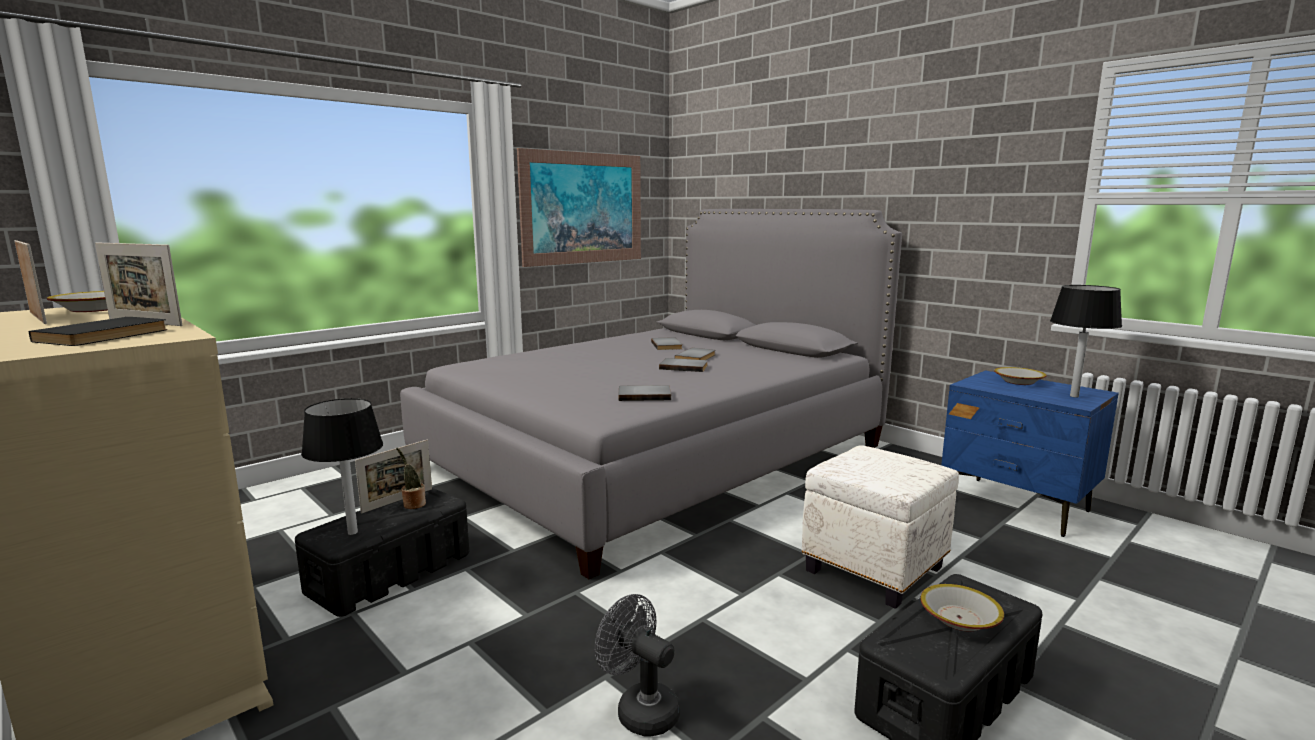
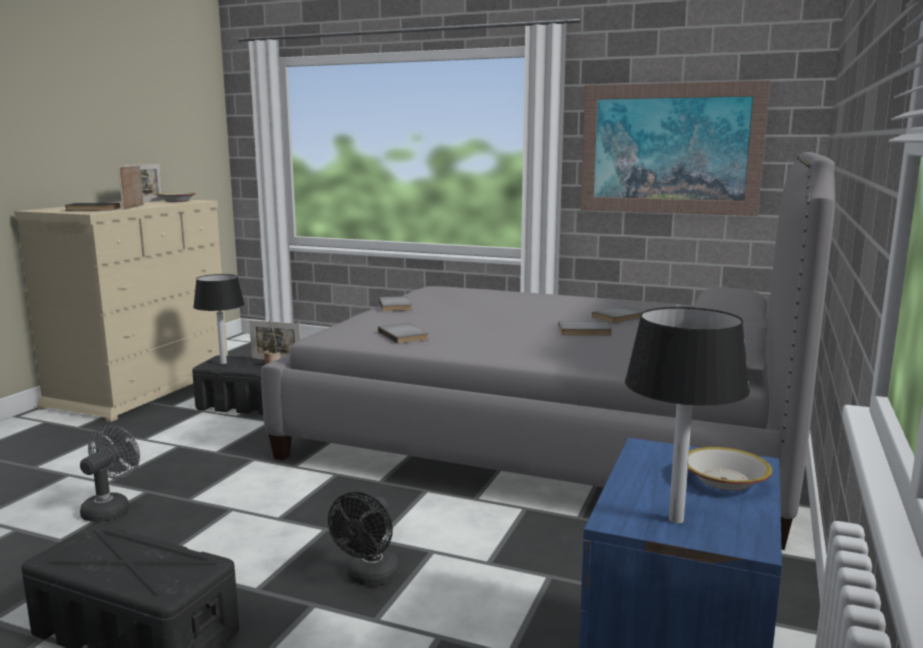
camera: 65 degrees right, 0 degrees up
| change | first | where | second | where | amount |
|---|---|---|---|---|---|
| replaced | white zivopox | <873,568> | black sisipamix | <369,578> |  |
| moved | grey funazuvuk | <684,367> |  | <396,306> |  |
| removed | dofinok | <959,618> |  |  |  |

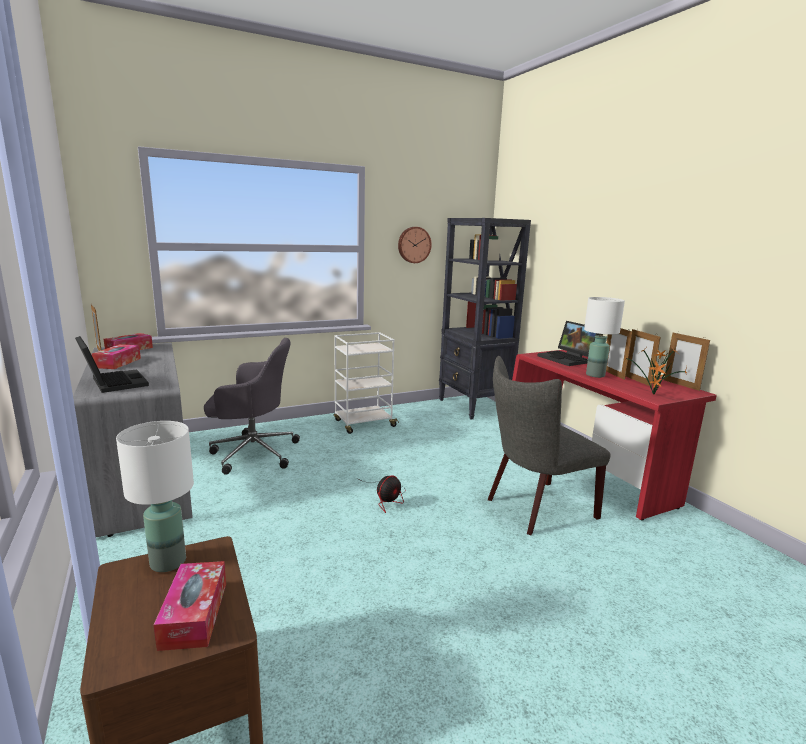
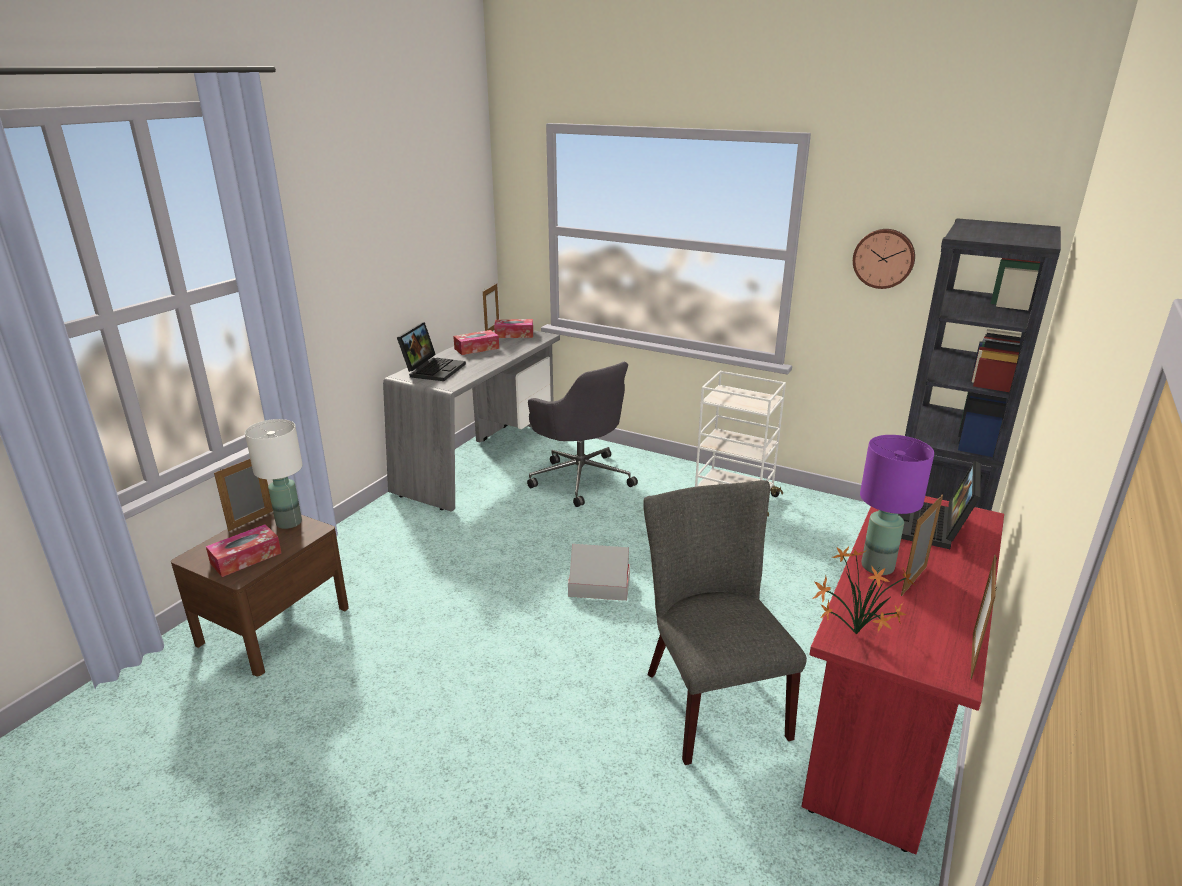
camera: 55 degrees right, 10 degrees up
| change | first | where | second | where | amount |
|---|---|---|---|---|---|
| moved | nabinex | <637,381> |  | <251,520> |  |
| replaced | sisipamix | <387,498> | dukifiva | <599,586> |  |
| turned | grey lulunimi | <535,509> |  | <709,698> | 45 degrees clockwise |
| recoloured | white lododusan | <594,375> | purple lododusan | <877,566> |  |

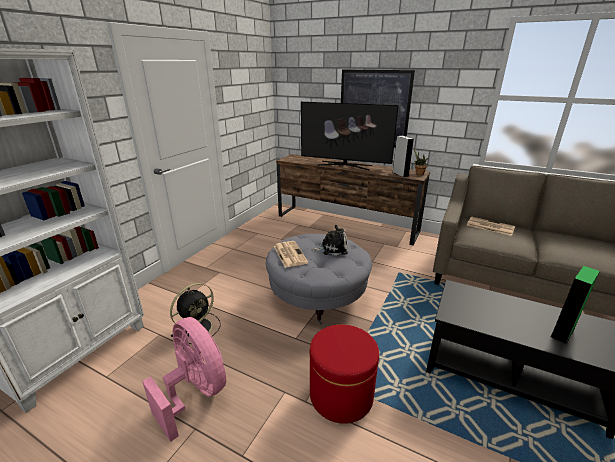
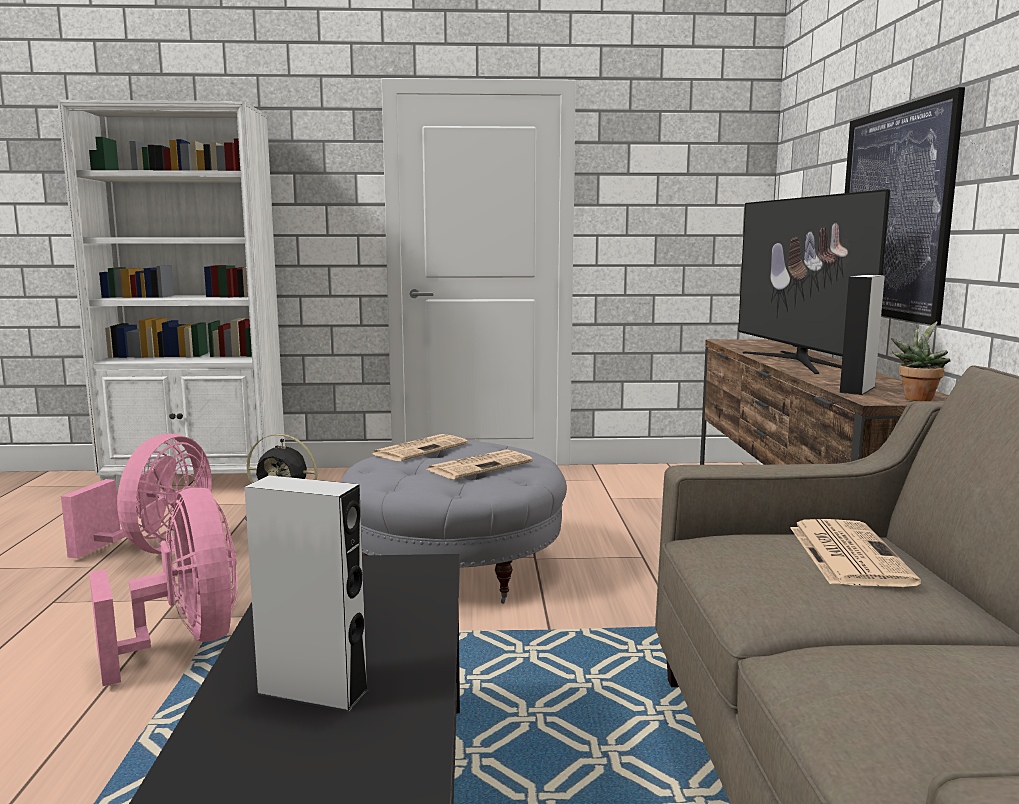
camera: 60 degrees right, 15 degrees down
| change | first | where | second | where | amount |
|---|---|---|---|---|---|
| replaced | red zivopox | <341,395> | pink sisipamix | <186,641> |  |
| recoloured | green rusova | <562,332> | grey rusova | <313,692> |  |
| replaced | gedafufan | <332,248> | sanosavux | <480,465> |  |

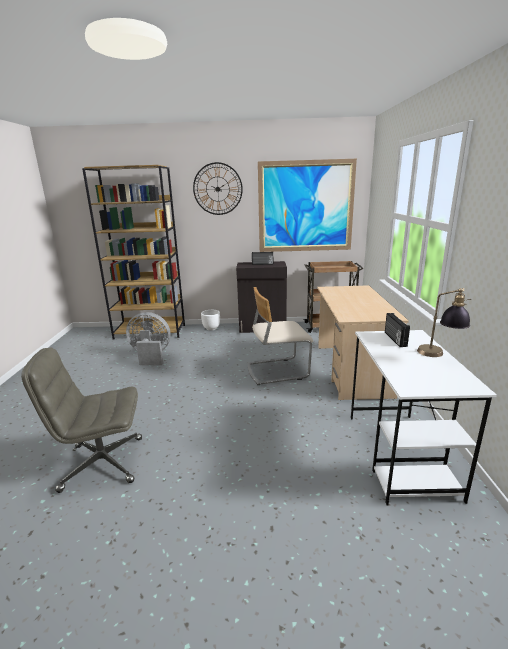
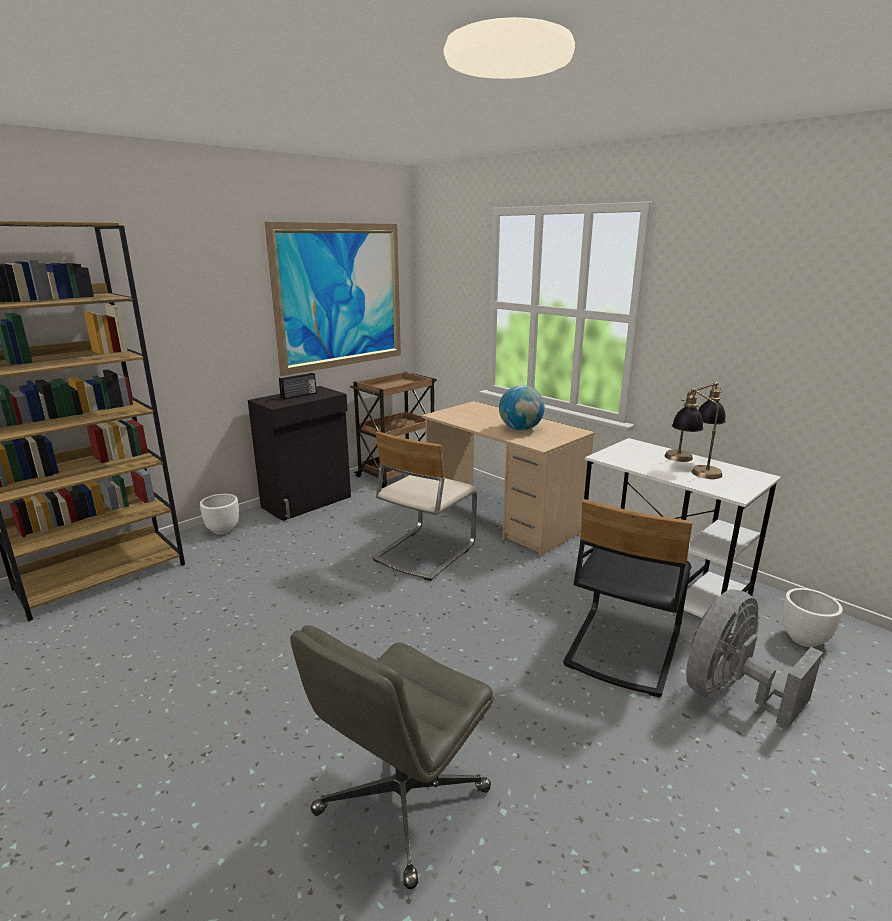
camera: 45 degrees left, 0 degrees up
| change | first | where | second | where | amount |
|---|---|---|---|---|---|
| added |  |  | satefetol | <520,429> |  |
| added |  |  | black lulunimi | <621,648> |  |
| added |  |  | lododusan | <693,470> |  |
| moved | grey sisipamix | <151,356> |  | <730,694> |  |
| added |  |  | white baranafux | <804,639> |  |
| removed | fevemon | <217,189> |  |  |  |
| removed | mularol | <394,339> |  |  |  |

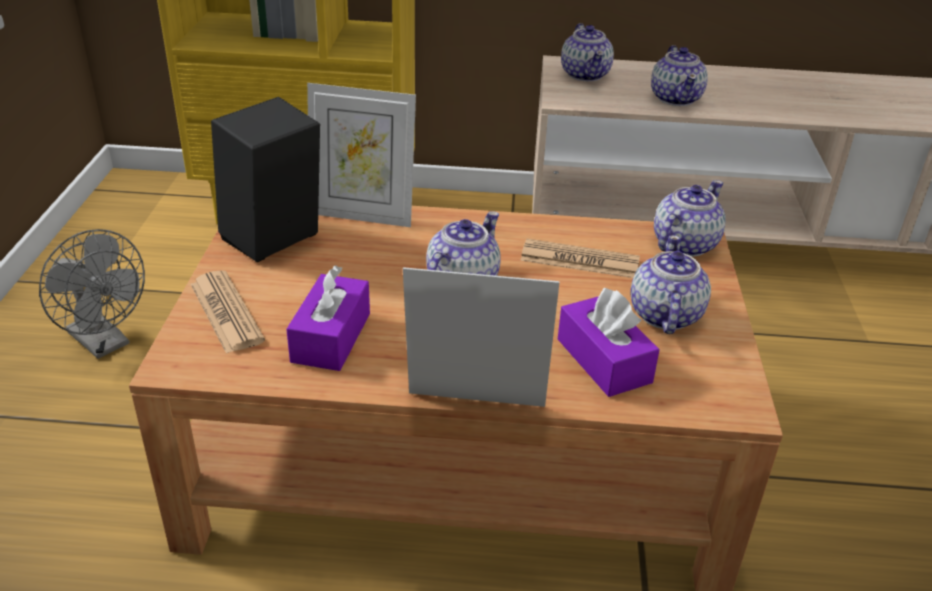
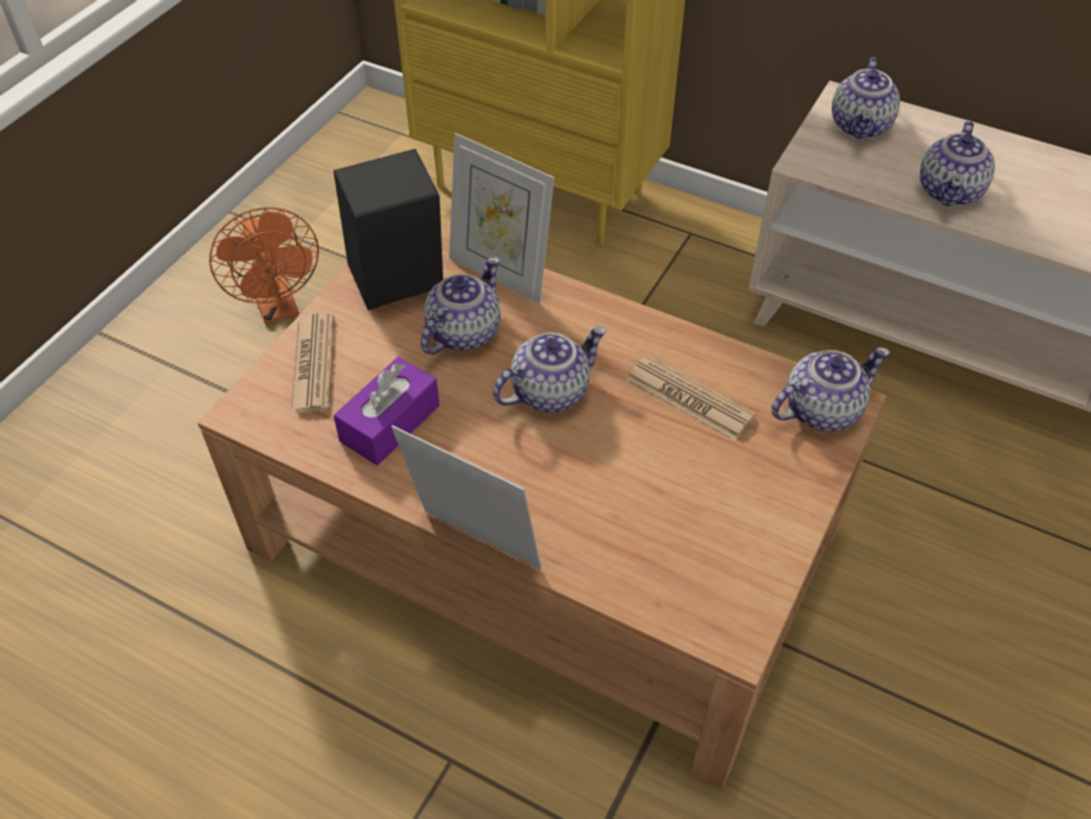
camera: 25 degrees right, 15 degrees up
| change | first | where | second | where | amount |
|---|---|---|---|---|---|
| recoloured | grey sisipamix | <105,343> | orange sisipamix | <278,308> |  |
| moved | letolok | <664,315> |  | <462,332> |  |
| removed | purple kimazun | <603,360> |  |  |  |

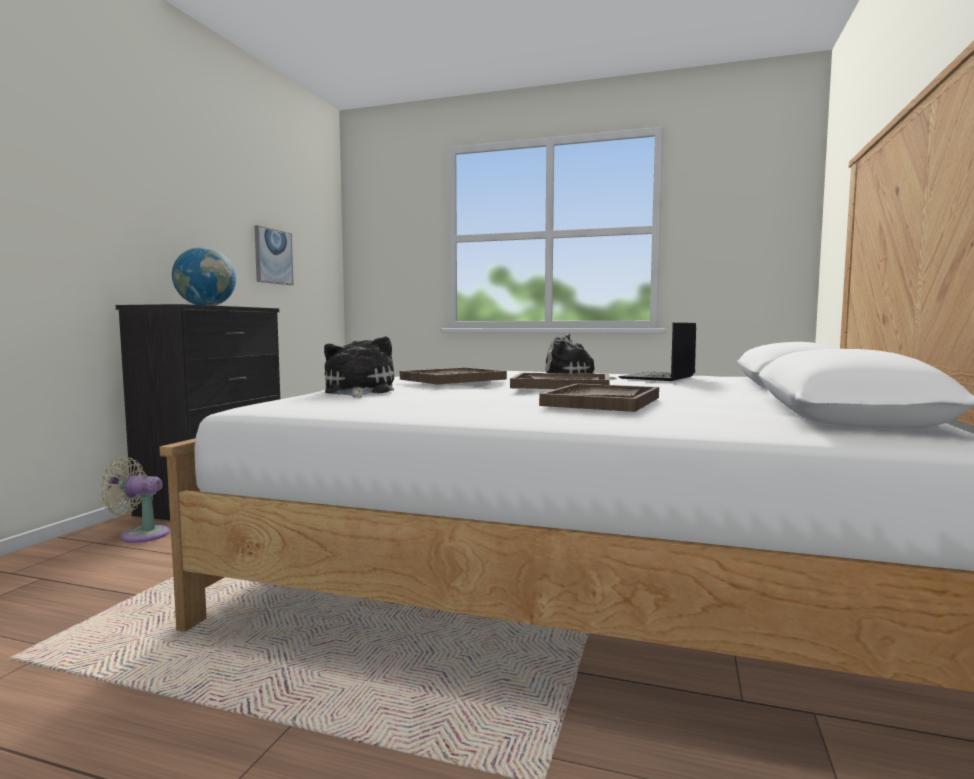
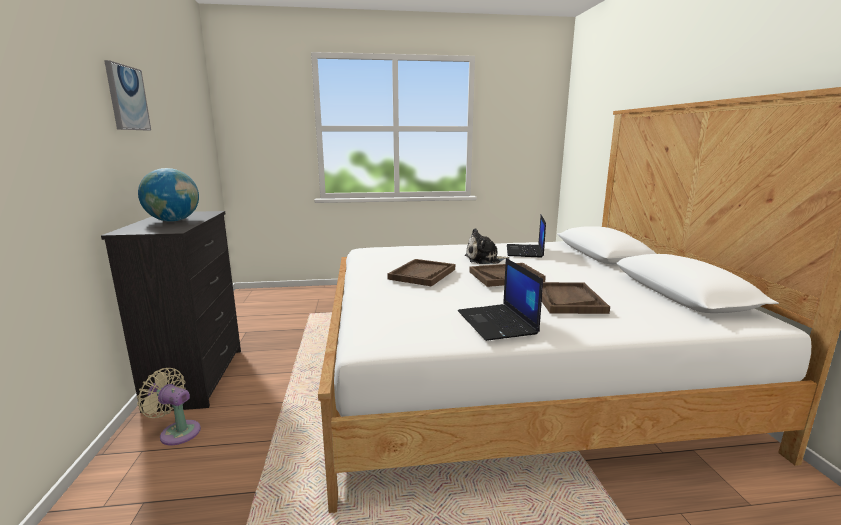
camera: 25 degrees left, 10 degrees up
| change | first | where | second | where | amount |
|---|---|---|---|---|---|
| moved | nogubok | <273,256> |  | <127,98> |  |
| turned | beige sisipamix | <140,535> |  | <177,432> | 45 degrees clockwise |
| added |  |  | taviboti | <498,323> |  |
| removed | gedafufan | <358,391> |  |  |  |

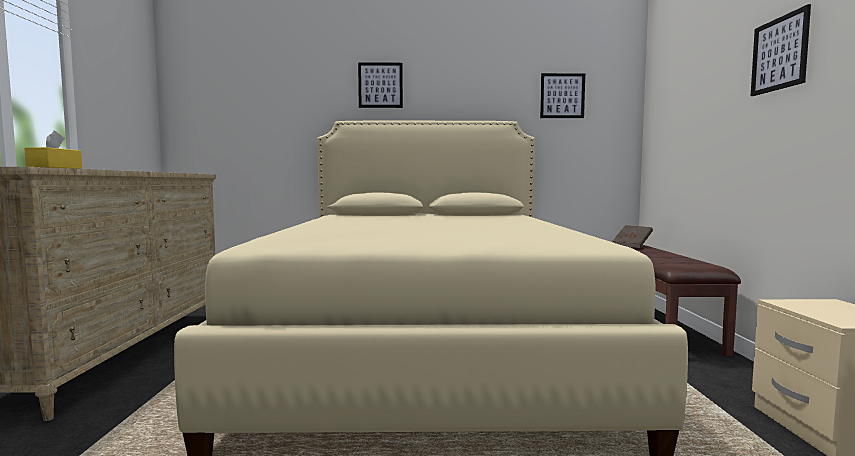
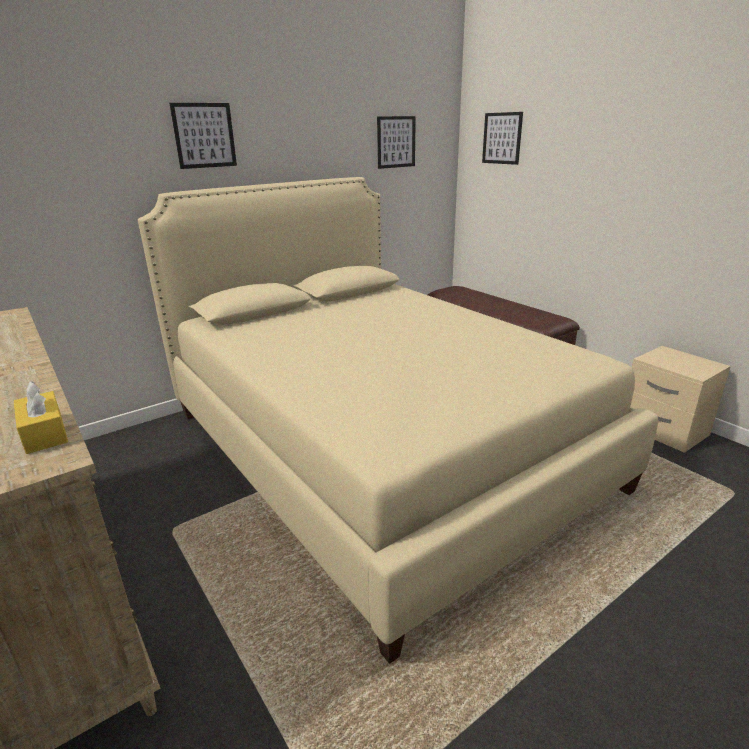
camera: 35 degrees left, 20 degrees up
| change | first | where | second | where | amount |
|---|---|---|---|---|---|
| moved | nogubok | <779,54> |  | <502,138> |  |
| removed | brown funazuvuk | <632,245> |  |  |  |

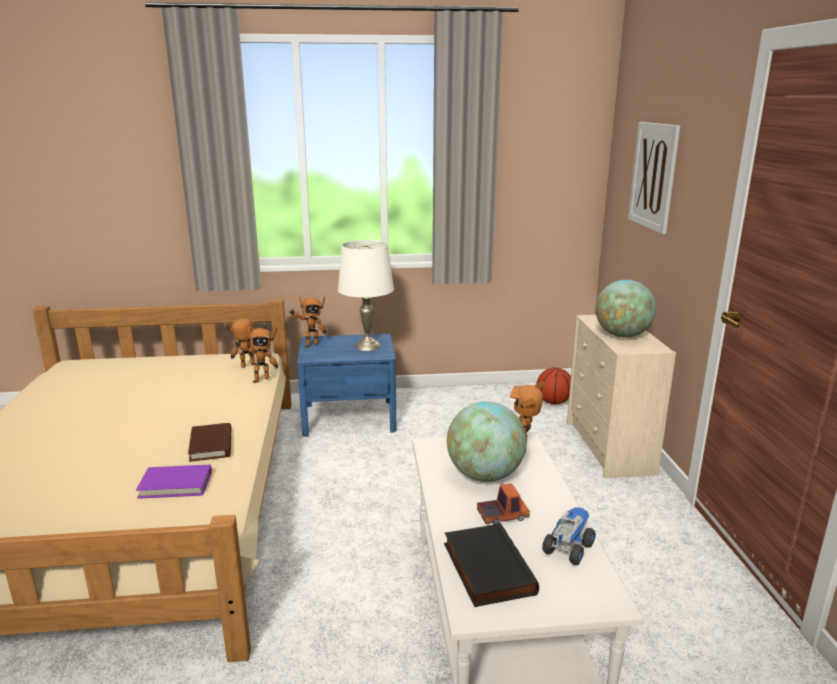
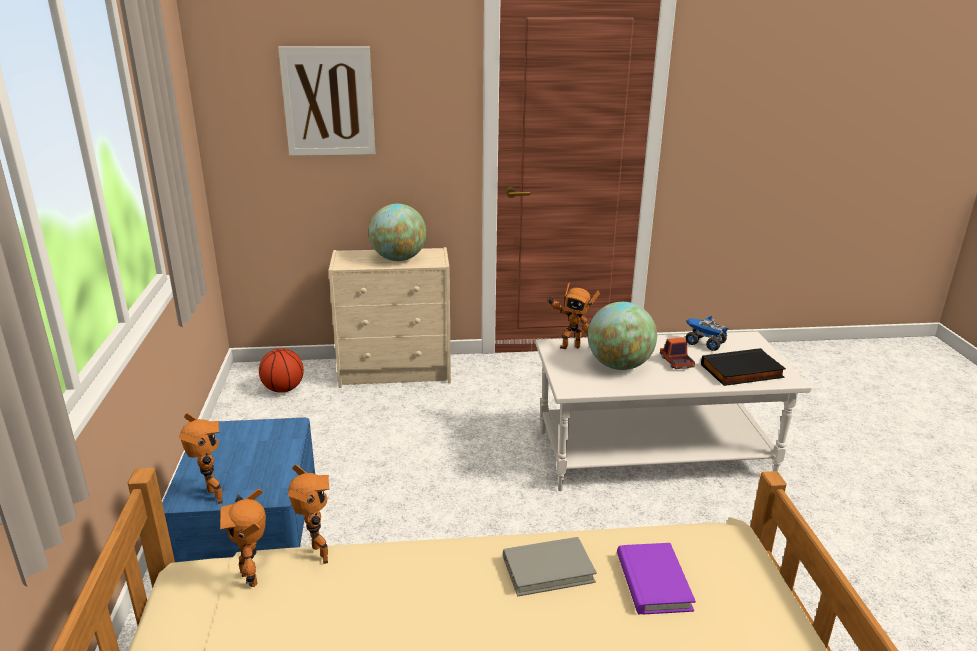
camera: 90 degrees left, 5 degrees up
| change | first | where | second | where | amount |
|---|---|---|---|---|---|
| recoloured | brown funazuvuk | <211,445> | grey funazuvuk | <548,569> |  |
| removed | white lododusan | <368,346> |  |  |  |

